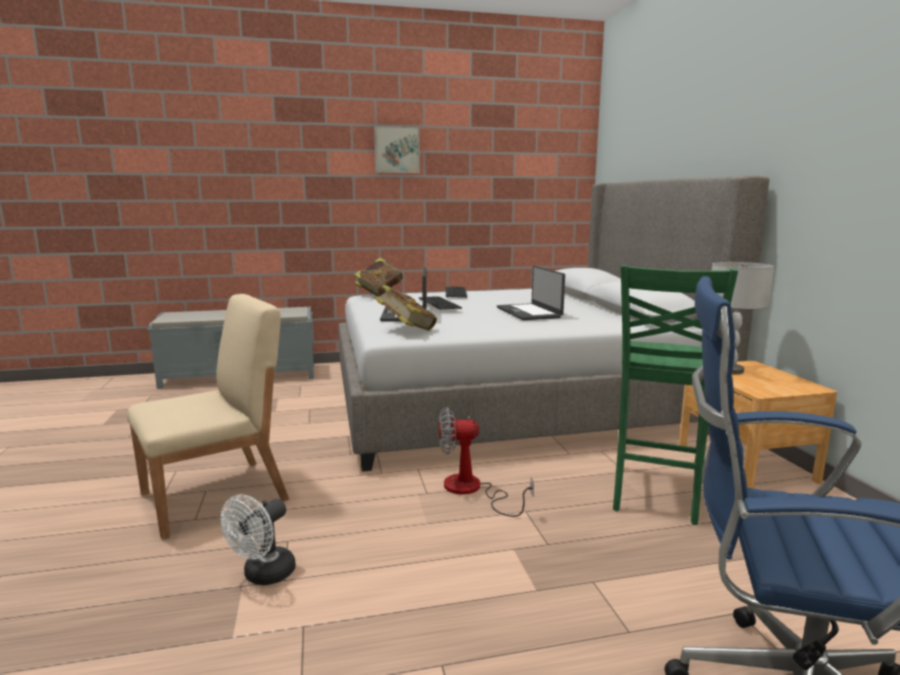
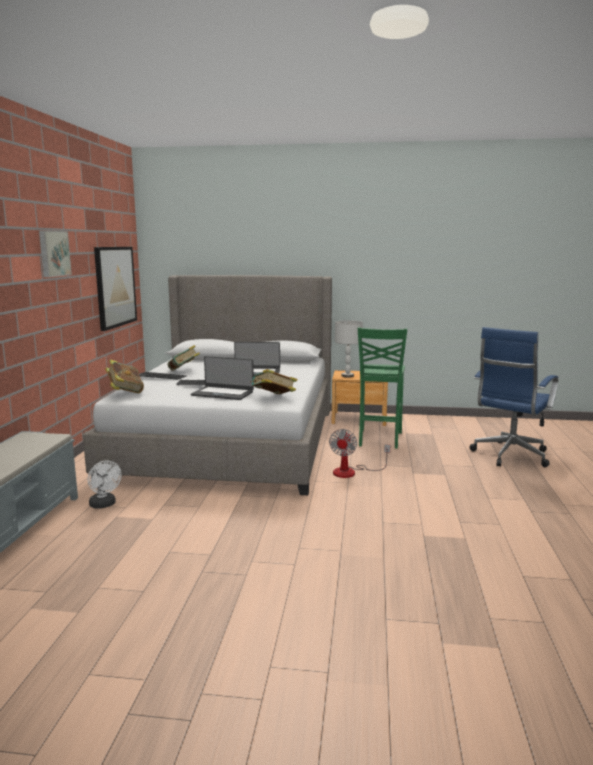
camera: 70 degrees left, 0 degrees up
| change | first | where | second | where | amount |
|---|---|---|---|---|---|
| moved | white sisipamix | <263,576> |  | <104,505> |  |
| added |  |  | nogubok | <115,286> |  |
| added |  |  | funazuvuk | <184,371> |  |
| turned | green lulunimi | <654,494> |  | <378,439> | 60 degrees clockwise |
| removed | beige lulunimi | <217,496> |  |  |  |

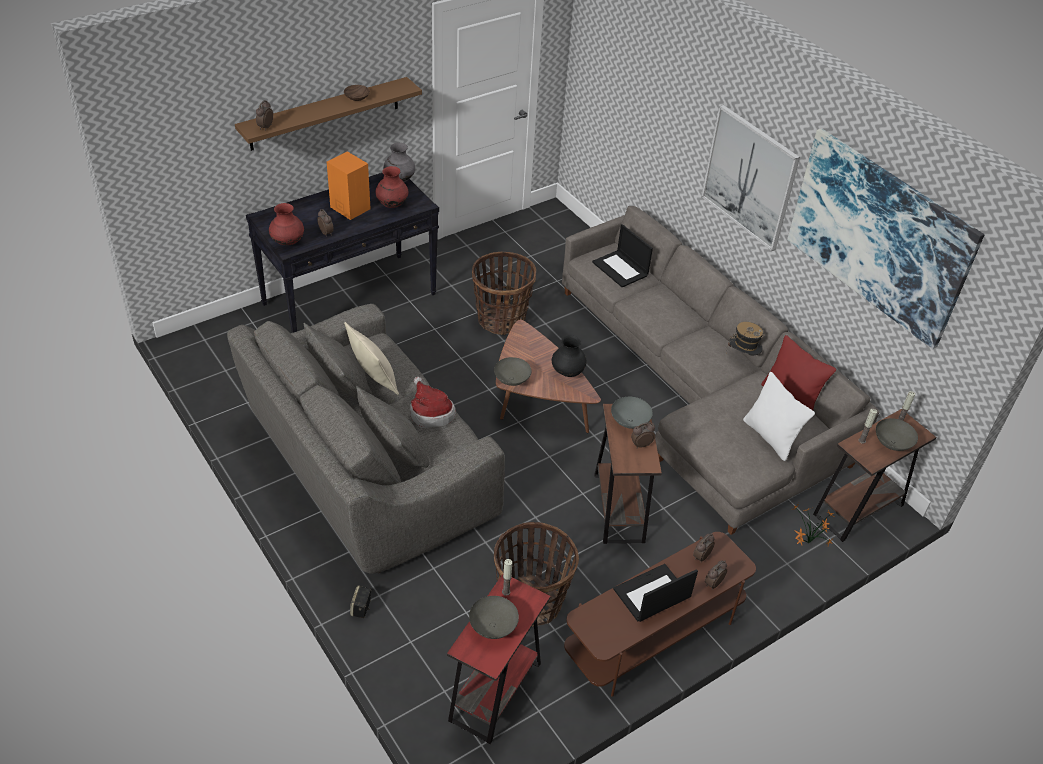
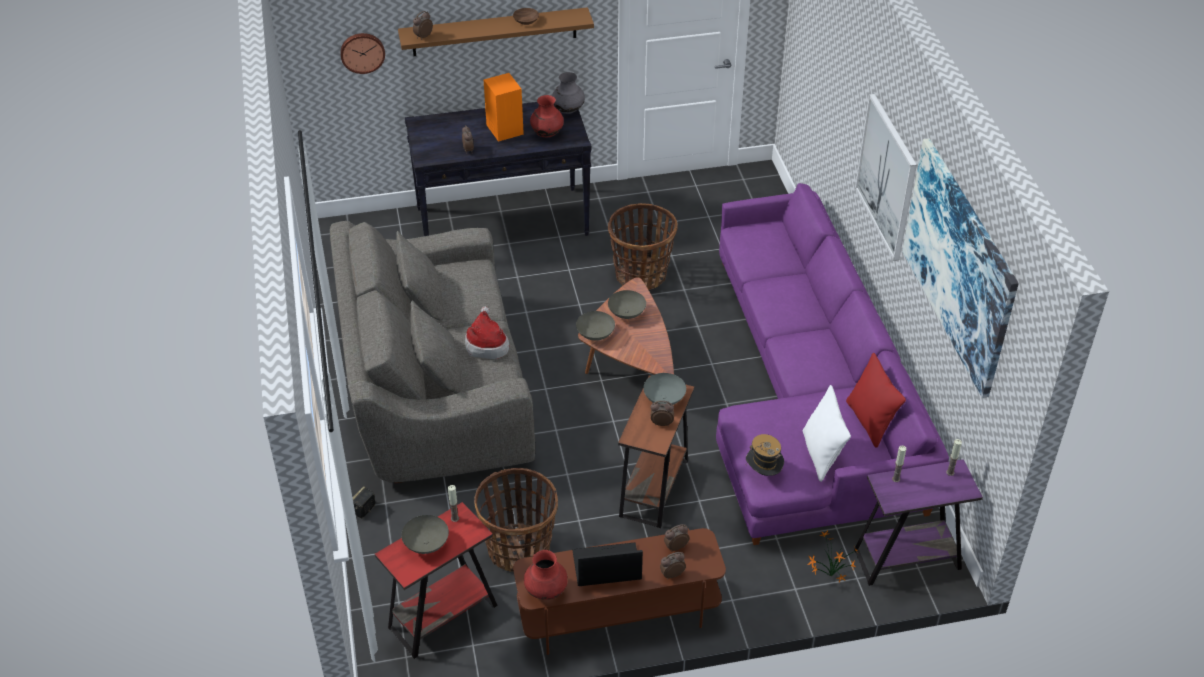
camera: 25 degrees right, 0 degrees up
| change | first | where | second | where | amount |
|---|---|---|---|---|---|
| added |  |  | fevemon | <362,52> |  |
| moved | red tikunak | <288,242> |  | <546,591> |  |
| moved | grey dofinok | <892,443> |  | <627,313> |  |
| recoloured | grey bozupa | <700,392> | purple bozupa | <807,398> |  |
| moved | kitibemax | <742,357> |  | <763,474> |  |
| recoloured | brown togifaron | <858,510> | purple togifaron | <907,559> |  |
| removed | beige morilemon | <373,380> |  |  |  |
| removed | black tikunak | <567,372> |  |  |  |
| removed | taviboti | <621,269> |  |  |  |

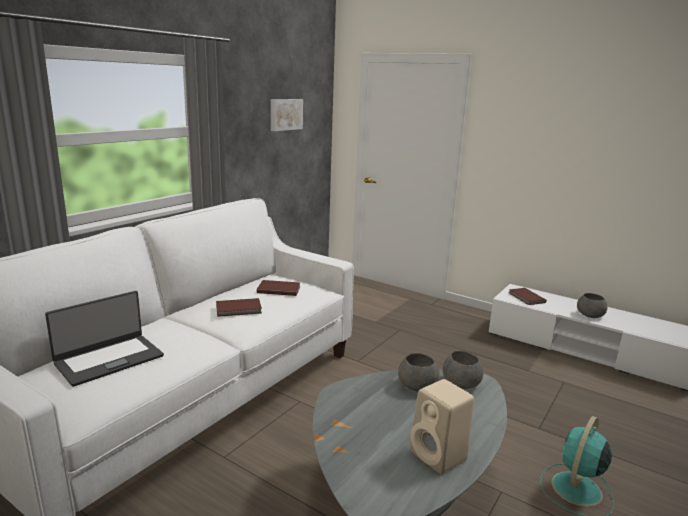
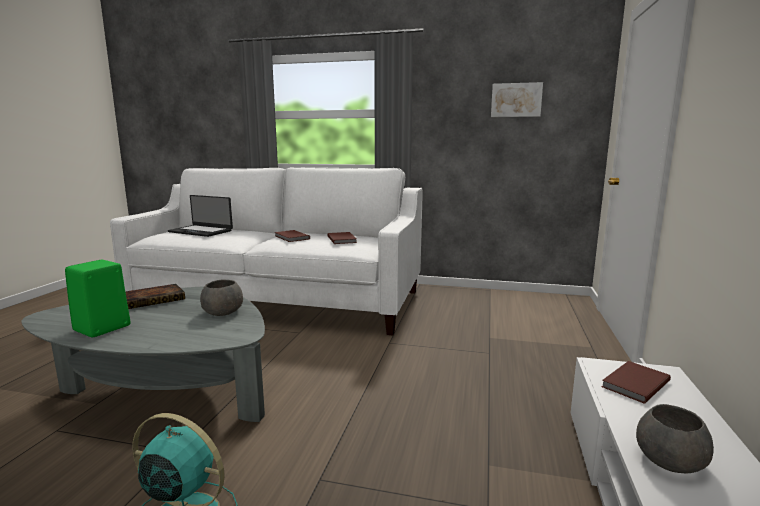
camera: 70 degrees right, 5 degrees down
| change | first | where | second | where | amount |
|---|---|---|---|---|---|
| recoloured | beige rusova | <440,456> | green rusova | <100,328> |  |
| added |  |  | funazuvuk | <154,299> |  |
| removed | grey dofinok | <460,383> |  |  |  |

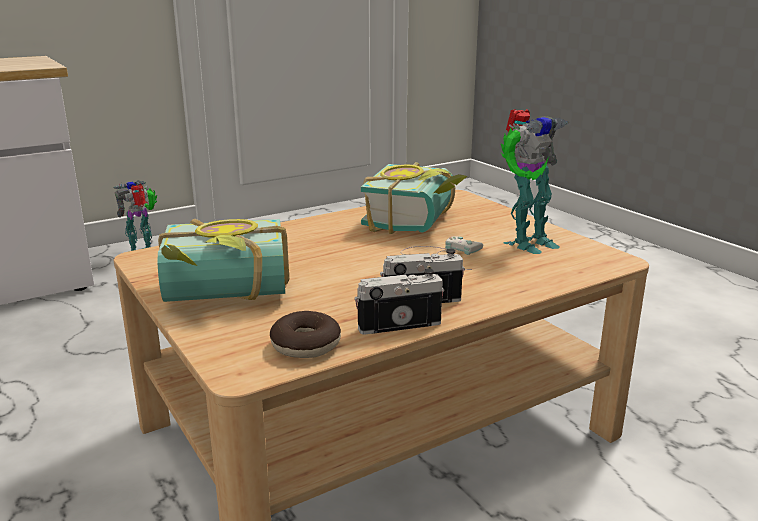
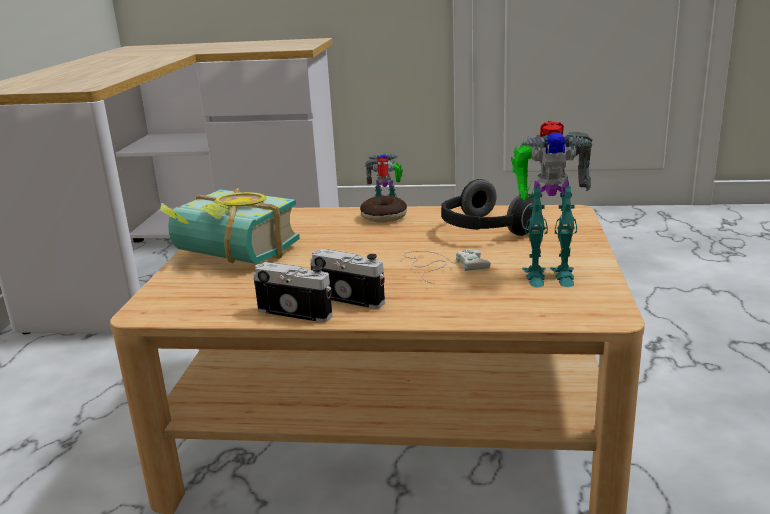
camera: 40 degrees right, 0 degrees up
| change | first | where | second | where | amount |
|---|---|---|---|---|---|
| moved | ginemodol | <305,345> |  | <384,217> |  |
| replaced | funazuvuk | <419,222> | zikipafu | <483,230> |  |

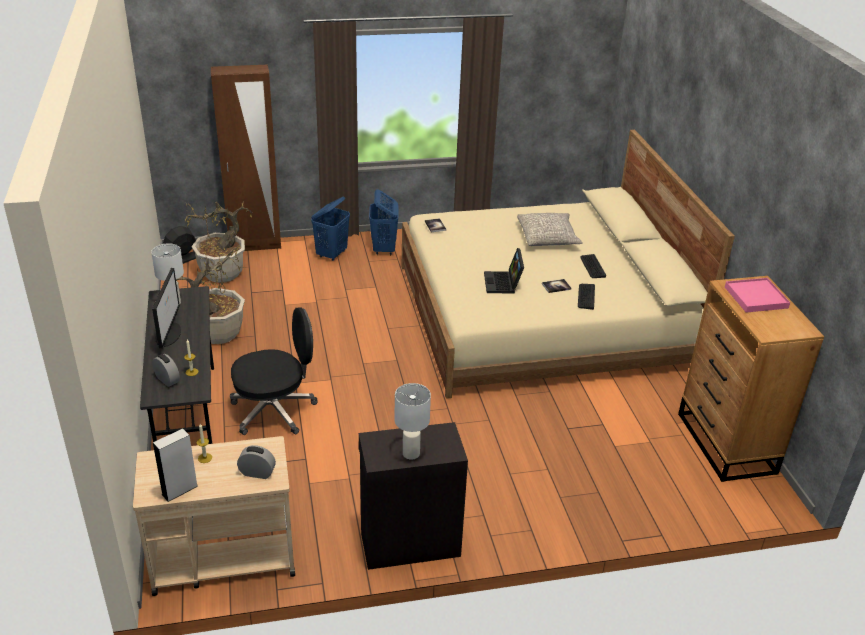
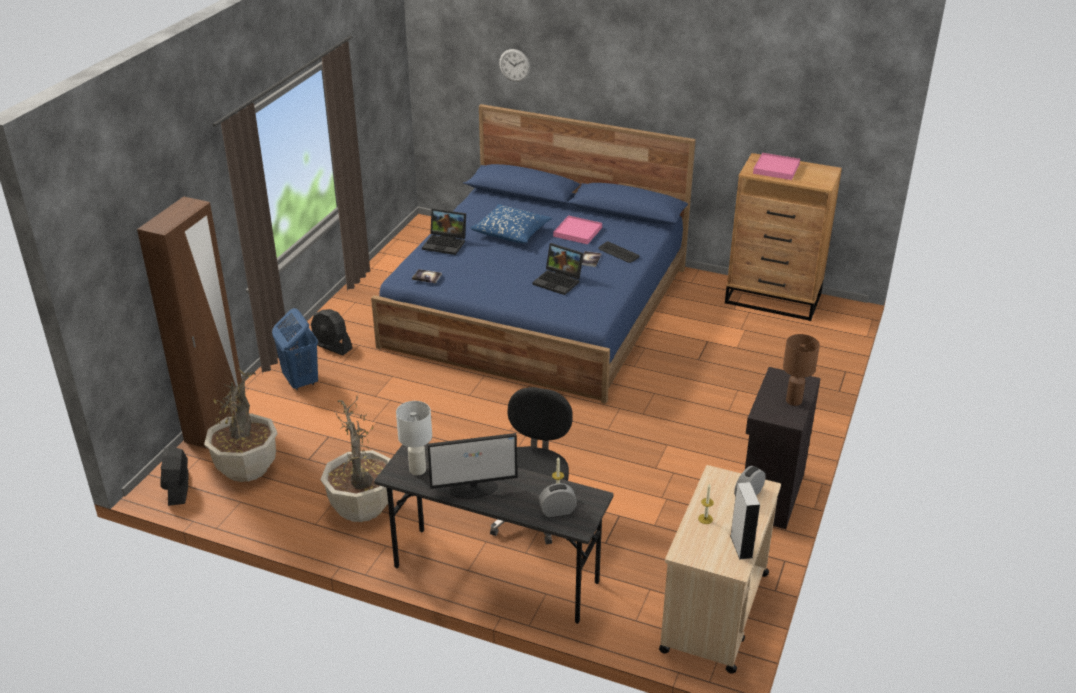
camera: 55 degrees left, 0 degrees up
| change | first | where | second | where | amount |
|---|---|---|---|---|---|
| replaced | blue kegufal | <384,249> | black sisipamix | <332,346> |  |
| recoloured | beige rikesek | <541,315> | blue rikesek | <539,306> |  |
| added |  |  | taviboti | <446,243> |  |
| turned | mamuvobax | <168,334> |  | <474,489> | 135 degrees clockwise |
| recoloured | grey morilemon | <548,238> | blue morilemon | <512,232> |  |
| added |  |  | fevemon | <514,65> |  |
| replaced | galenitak | <592,267> | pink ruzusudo | <578,232> |  |
| recoloured | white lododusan | <411,453> | brown lododusan | <793,401> |  |

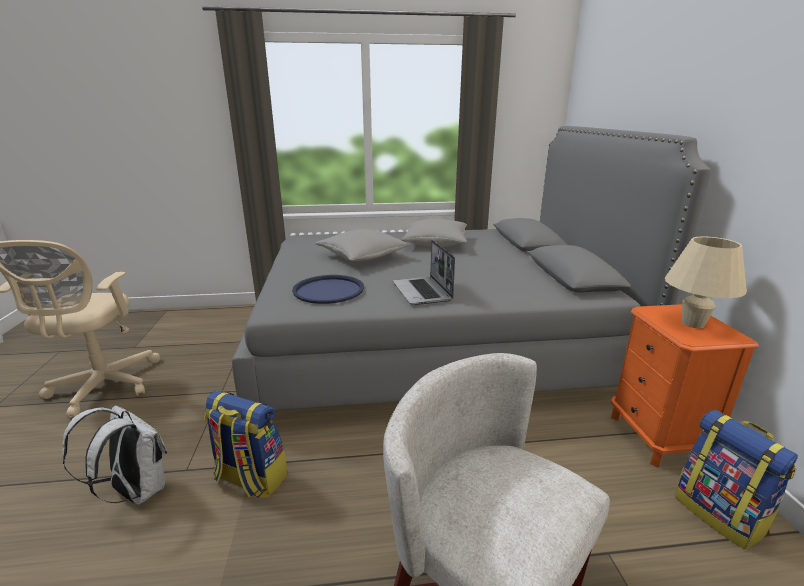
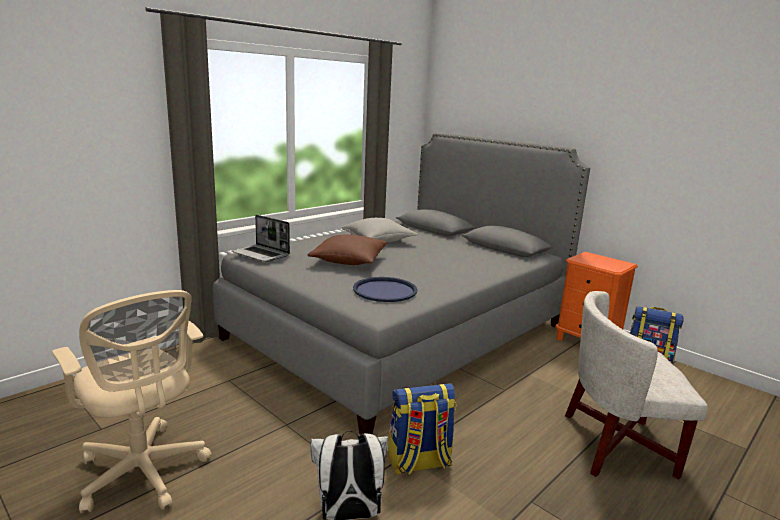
camera: 40 degrees left, 5 degrees down
| change | first | where | second | where | amount |
|---|---|---|---|---|---|
| moved | taviboti | <423,292> |  | <262,254> |  |
| recoloured | grey morilemon | <362,257> | brown morilemon | <349,261> |  |
| removed | beige lododusan | <693,323> |  |  |  |

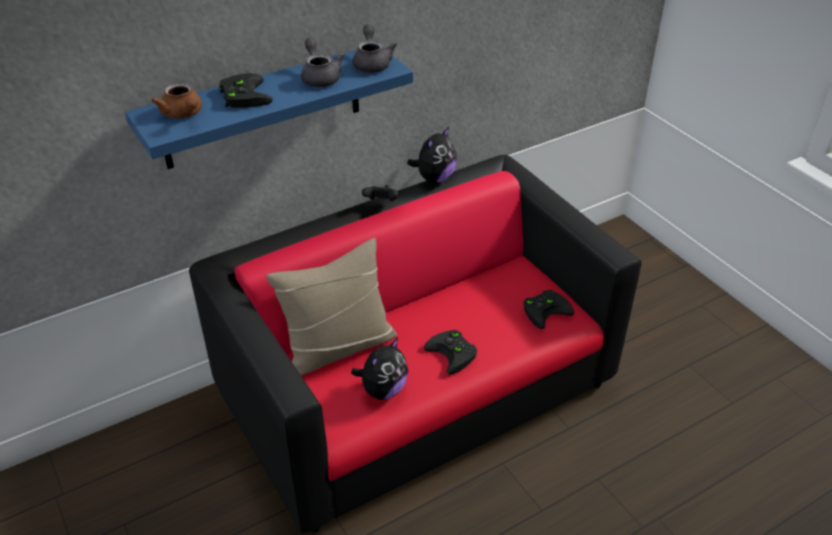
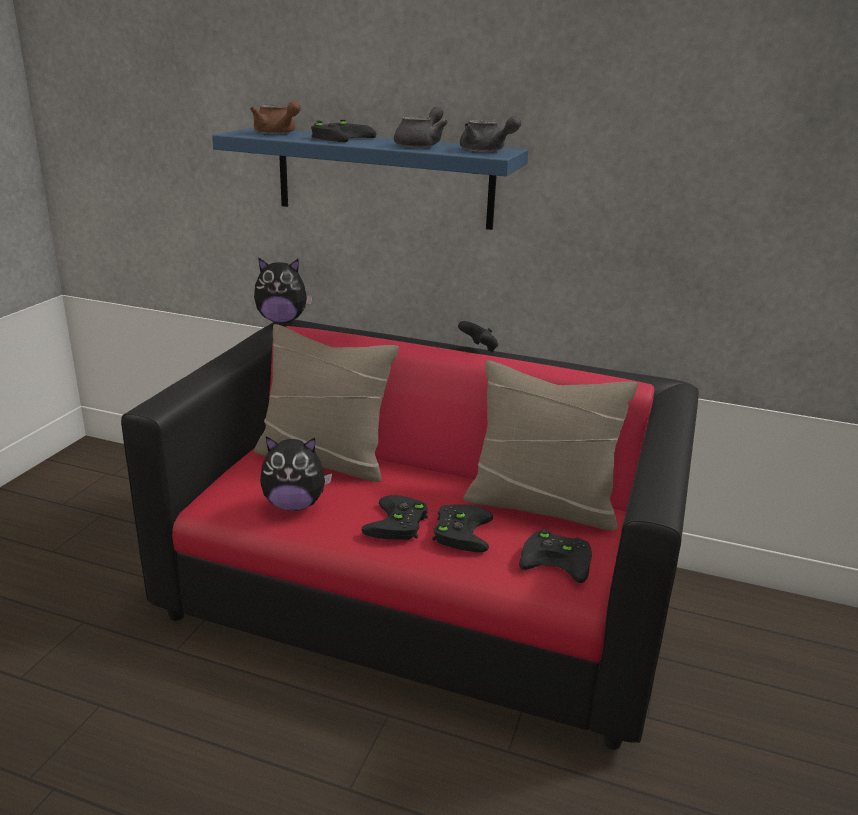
camera: 50 degrees right, 15 degrees down
| change | first | where | second | where | amount |
|---|---|---|---|---|---|
| turned | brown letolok | <183,114> |  | <277,133> | 60 degrees counterclockwise |
| moved | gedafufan | <434,178> |  | <282,321> |  |
| added |  |  | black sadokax | <460,530> |  |
| turned | grey letolok | <372,63> |  | <486,151> | 90 degrees clockwise |
| added |  |  | beige morilemon | <541,505> |  |

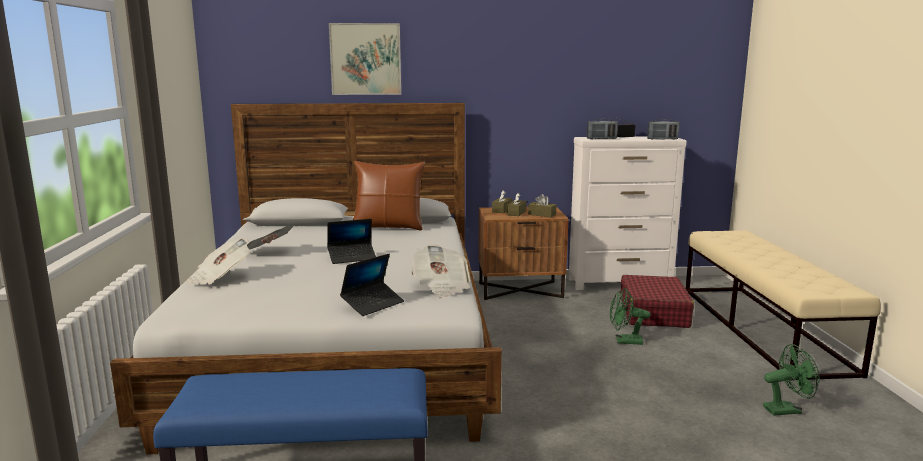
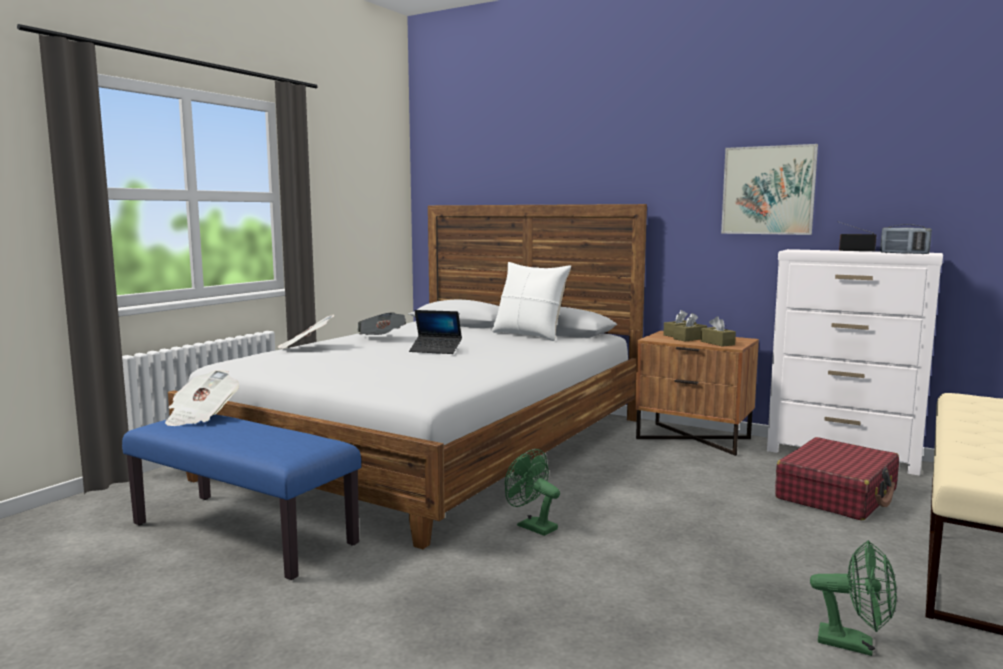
camera: 35 degrees right, 5 degrees down
| change | first | where | second | where | amount |
|---|---|---|---|---|---|
| moved | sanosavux | <441,287> |  | <201,417> |  |
| recoloured | brown morilemon | <388,227> | white morilemon | <529,335> |  |
| moved | green sisipamix | <624,341> |  | <531,526> |  |
| moved | nogubok | <365,59> |  | <768,190> |  |
| removed | taviboti | <373,304> |  |  |  |
| removed | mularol | <601,139> |  |  |  |

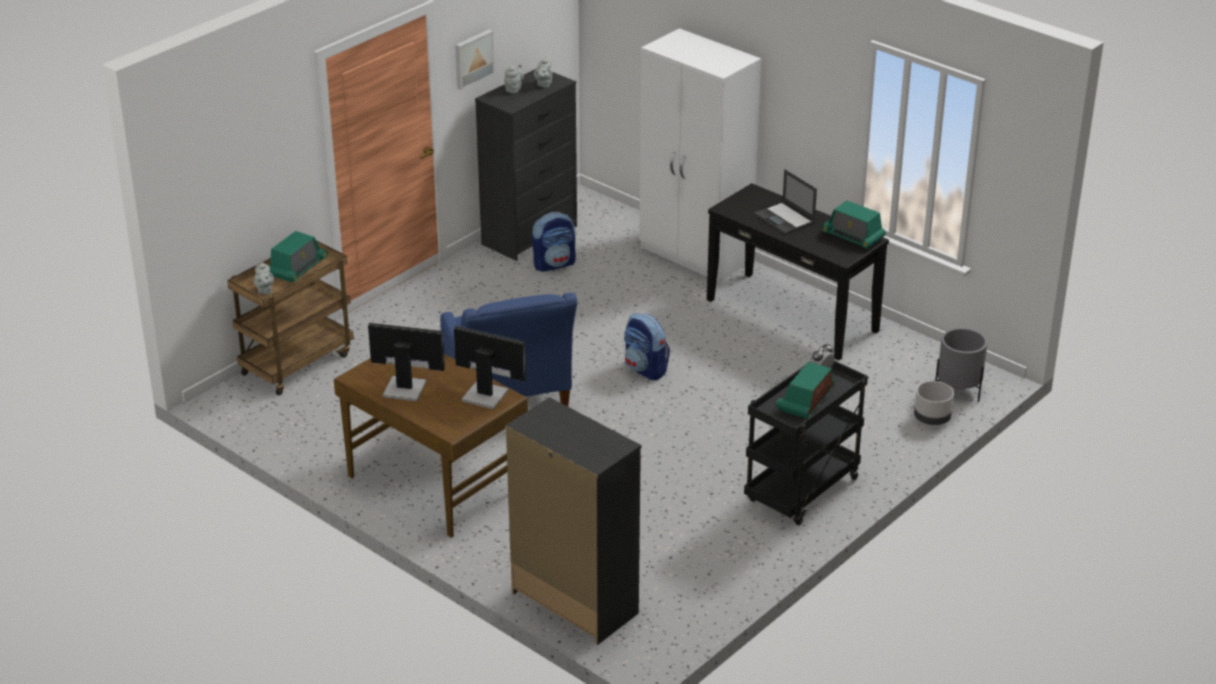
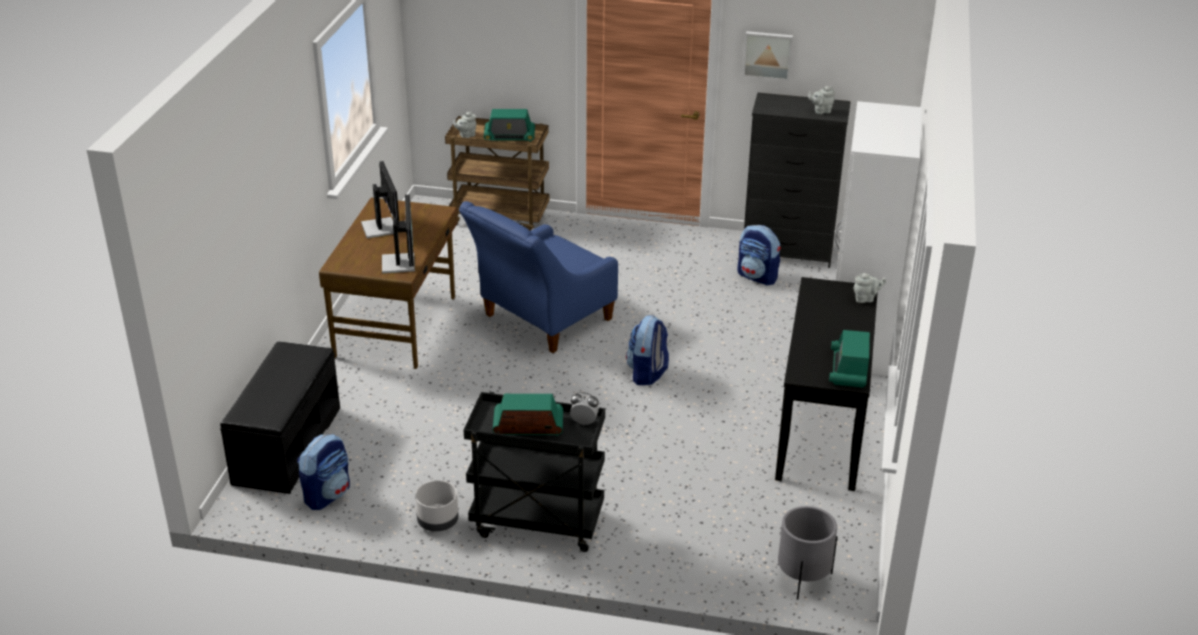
camera: 60 degrees right, 0 degrees up
| change | first | where | second | where | amount |
|---|---|---|---|---|---|
| replaced | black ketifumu | <574,602> | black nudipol | <286,445> |  |
| added |  |  | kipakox | <327,494> |  |
| moved | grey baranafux | <931,419> |  | <437,522> |  |
| moved | grey letolok | <514,89> |  | <866,299> |  |
| removed | taviboti | <785,219> |  |  |  |

